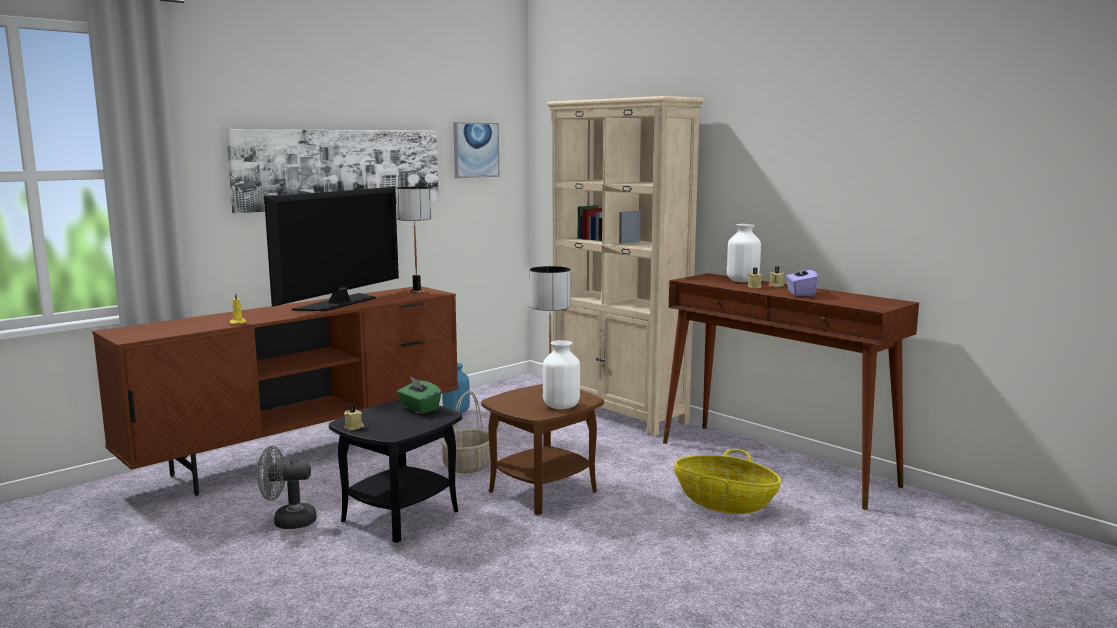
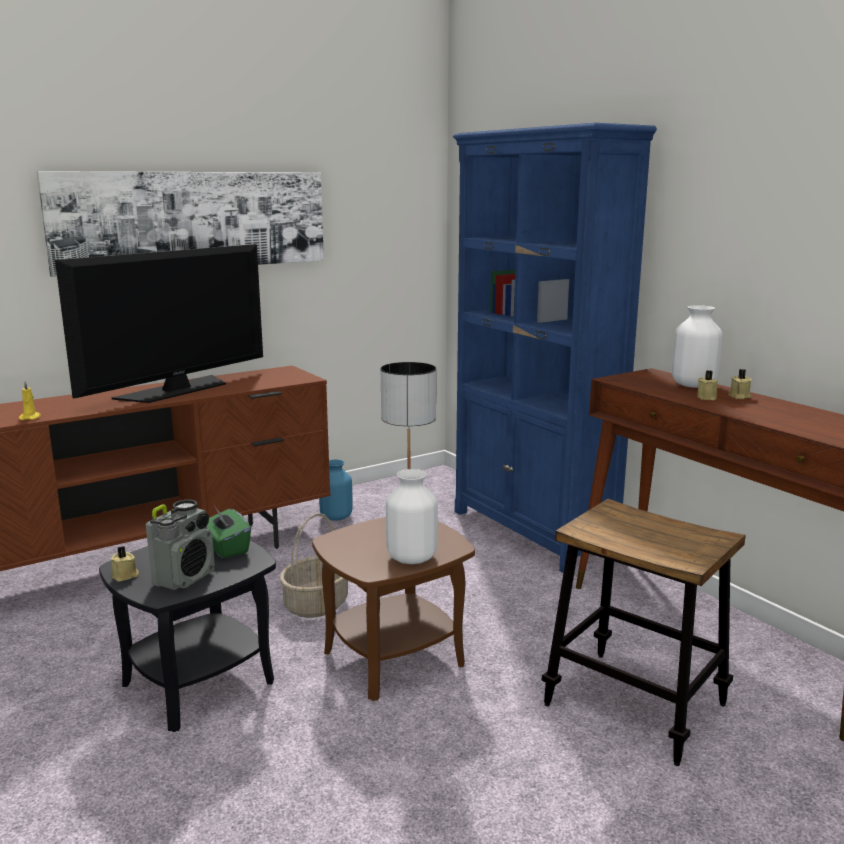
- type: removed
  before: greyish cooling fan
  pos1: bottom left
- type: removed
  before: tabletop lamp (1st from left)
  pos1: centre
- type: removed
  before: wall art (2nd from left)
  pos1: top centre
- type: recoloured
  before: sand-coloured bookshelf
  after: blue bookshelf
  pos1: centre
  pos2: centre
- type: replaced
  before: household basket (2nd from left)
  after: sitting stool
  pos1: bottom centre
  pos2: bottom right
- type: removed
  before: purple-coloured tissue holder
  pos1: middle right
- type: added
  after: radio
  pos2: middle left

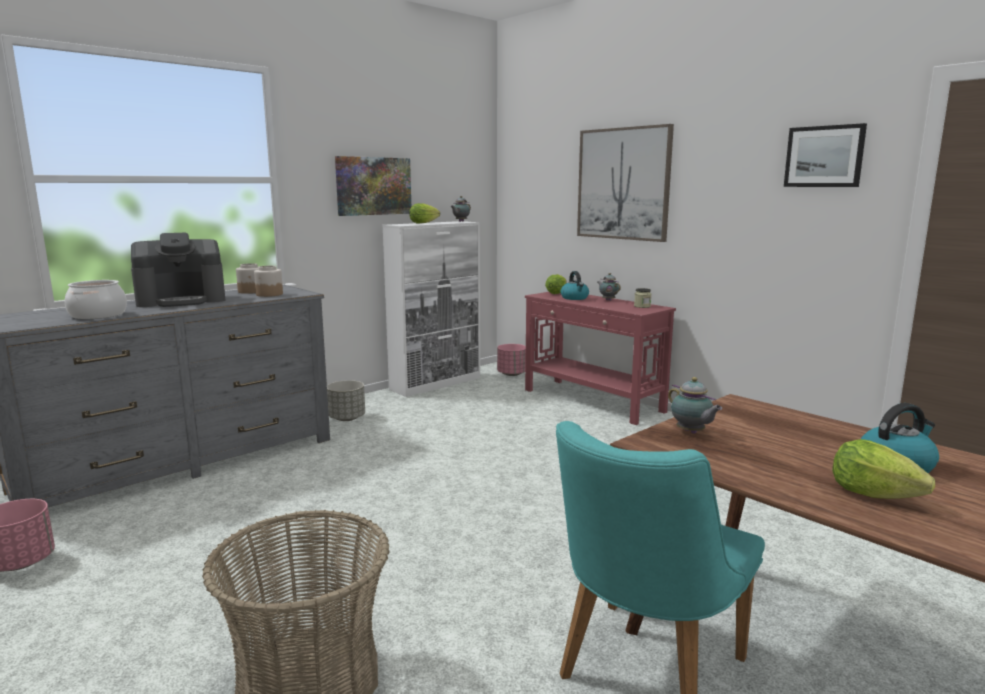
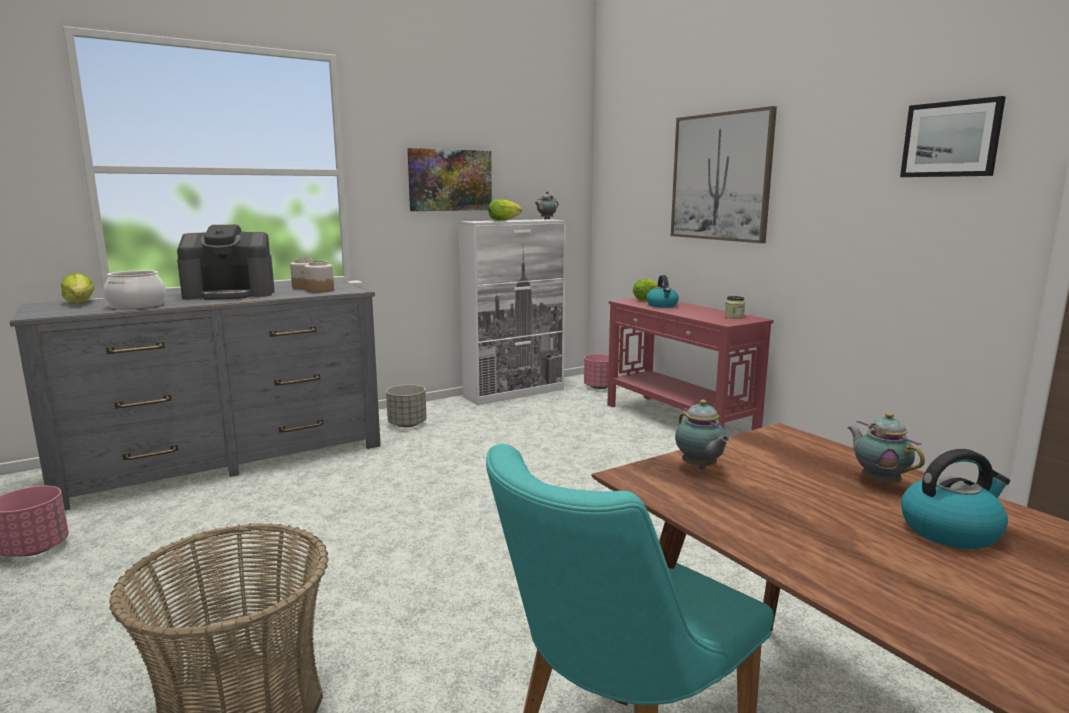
- type: moved
  before: pot for tea (2nd from left in the first image)
  after: pot for tea (3rd from left)
  pos1: centre
  pos2: middle right
- type: moved
  before: lettuce (3rd from left in the first image)
  after: lettuce (1st from left)
  pos1: bottom right
  pos2: middle left

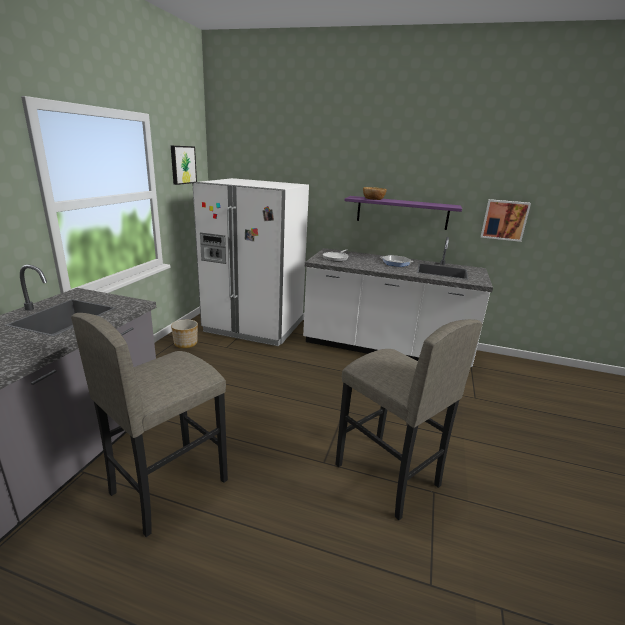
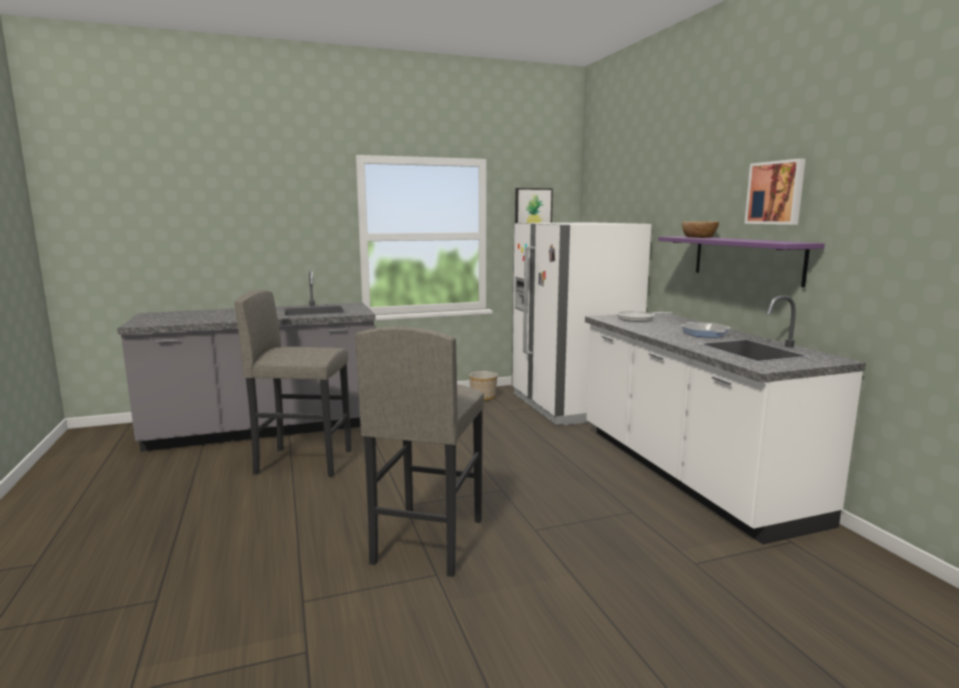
- type: moved
  before: wall art (2nd from left)
  pos1: middle right
  pos2: top right

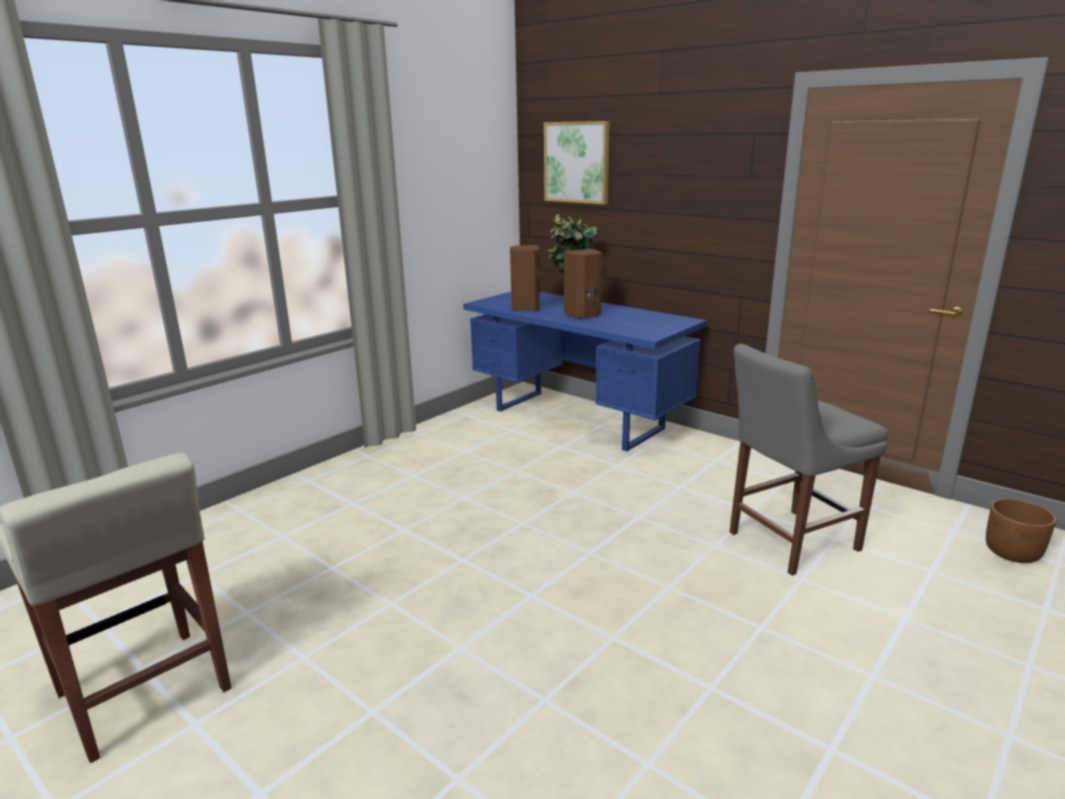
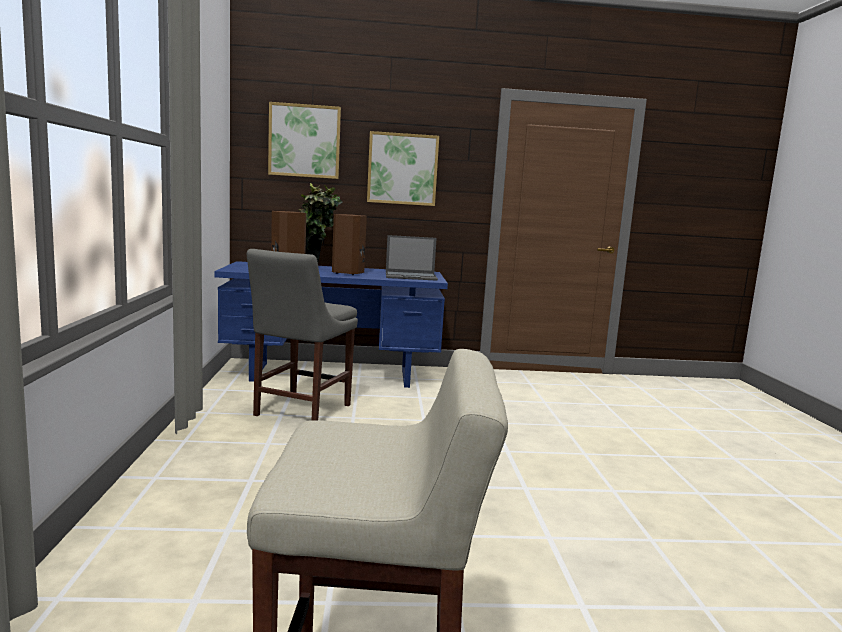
- type: moved
  before: greyish plain chair
  pos1: middle right
  pos2: centre
- type: removed
  before: brown-coloured plant pot
  pos1: middle right
- type: added
  after: wall art (2nd from left)
  pos2: top centre
- type: added
  after: notebook computer
  pos2: centre

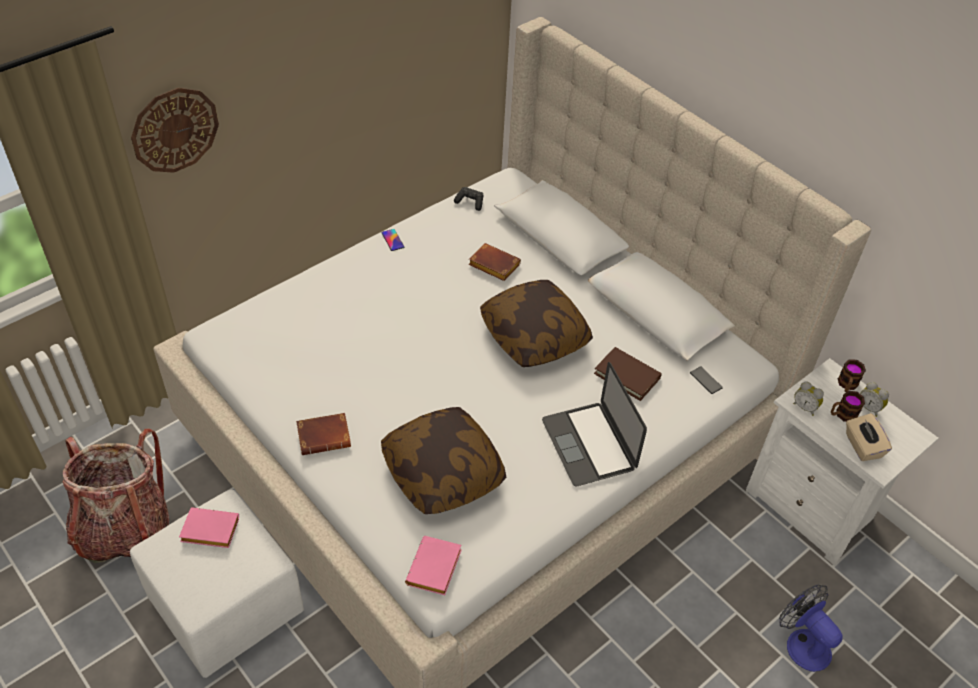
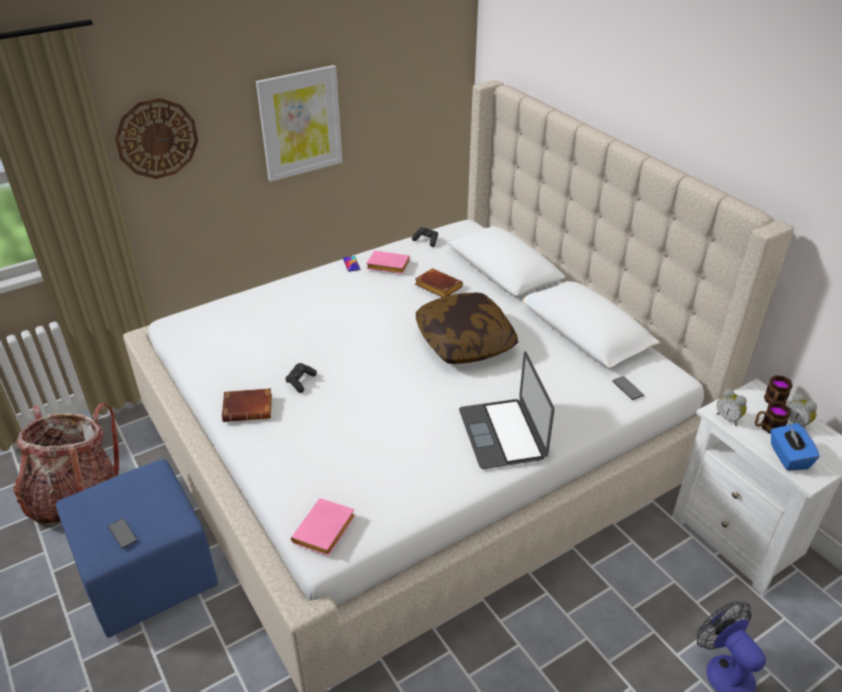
- type: recoloured
  before: whitish ottoman
  after: blue ottoman
  pos1: bottom left
  pos2: bottom left
- type: moved
  before: pink book (1st from left in the first image)
  after: pink book (2nd from left)
  pos1: bottom left
  pos2: centre
- type: removed
  before: cushion (1st from left)
  pos1: bottom centre
- type: removed
  before: brown-coloured book (3rd from left)
  pos1: centre
- type: recoloured
  before: sand-coloured tissue holder
  after: blue tissue holder
  pos1: middle right
  pos2: middle right
- type: added
  after: telephone (1st from left)
  pos2: bottom left
- type: added
  after: wall art
  pos2: top centre
- type: added
  after: black game controller (1st from left)
  pos2: centre

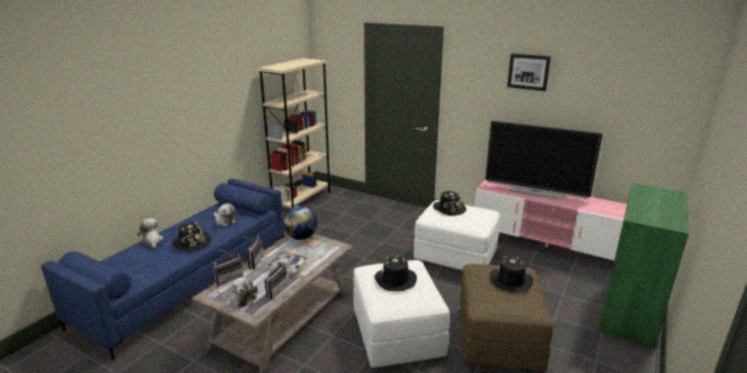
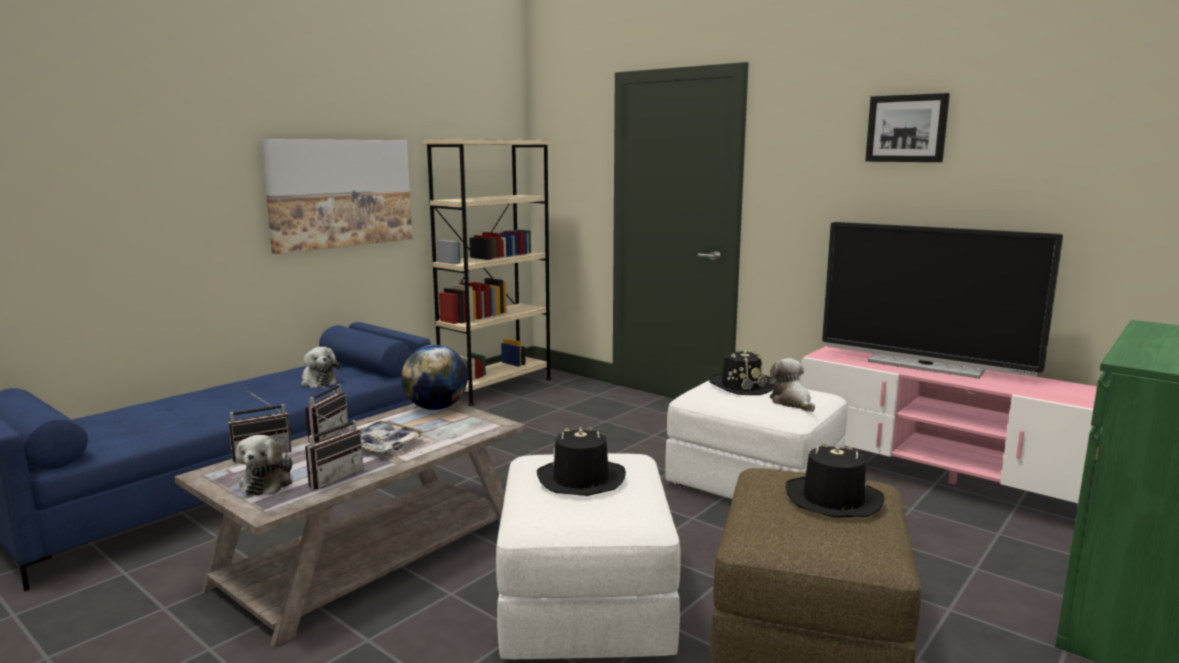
- type: moved
  before: cuddly toy (1st from left in the first image)
  after: cuddly toy (3rd from left)
  pos1: middle left
  pos2: middle right
- type: removed
  before: black wearable hat (1st from left)
  pos1: middle left
- type: added
  after: wall art (1st from left)
  pos2: top left

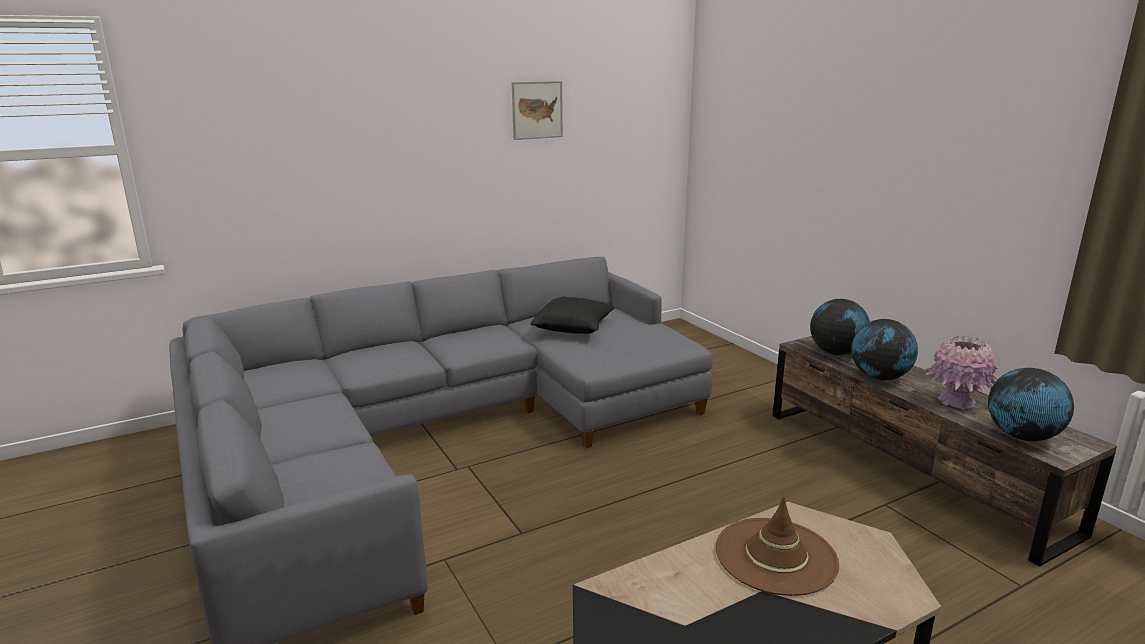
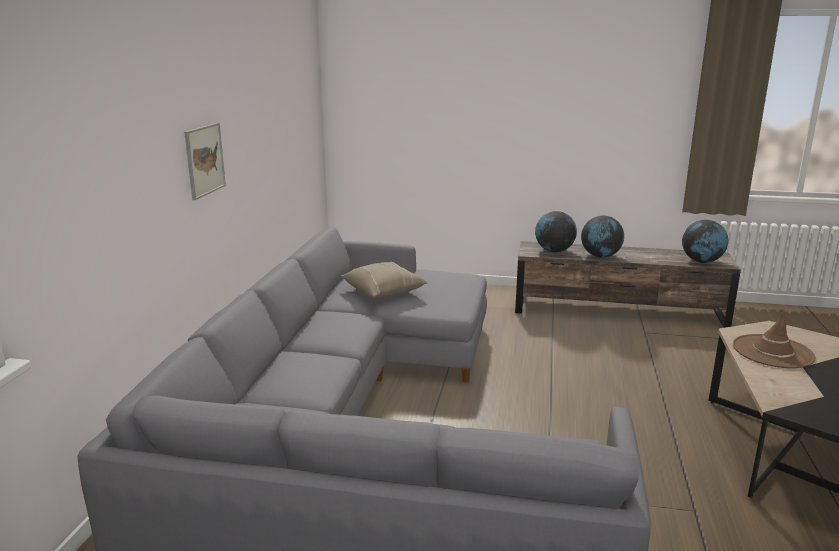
- type: moved
  before: wall art
  pos1: top centre
  pos2: top left
- type: recoloured
  before: black cushion
  after: sand-coloured cushion
  pos1: centre
  pos2: centre
- type: removed
  before: pink vase
  pos1: middle right

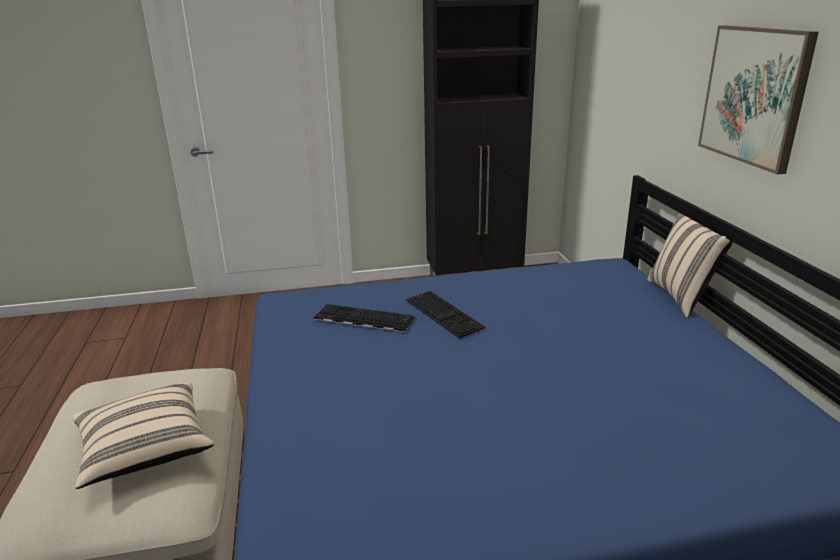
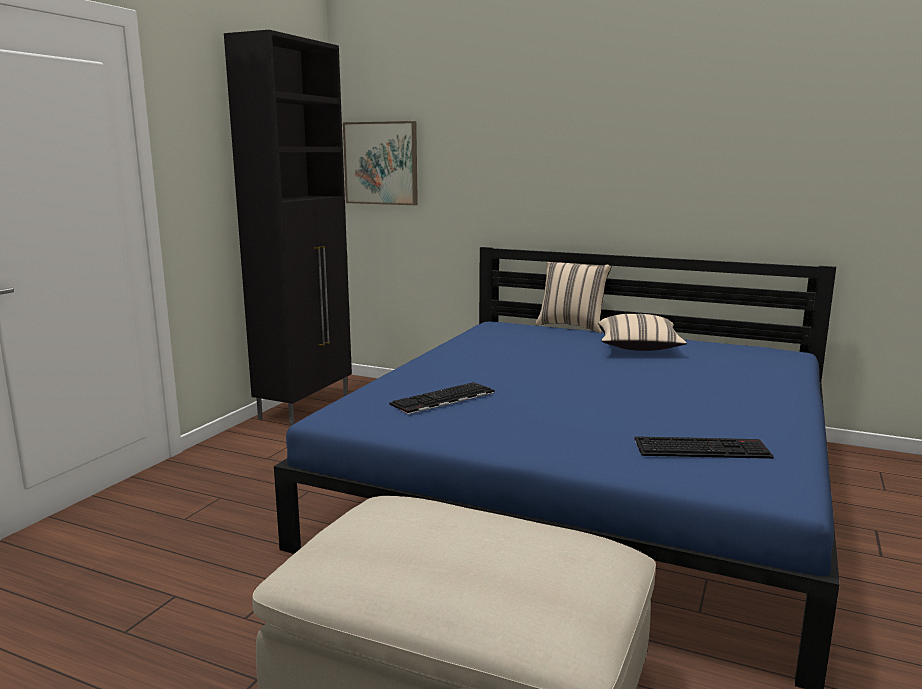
- type: moved
  before: sand-coloured cushion (1st from left in the first image)
  after: sand-coloured cushion (2nd from left)
  pos1: bottom left
  pos2: middle right
- type: moved
  before: computer keyboard (2nd from left)
  pos1: centre
  pos2: middle right
- type: moved
  before: wall art
  pos1: top right
  pos2: top centre

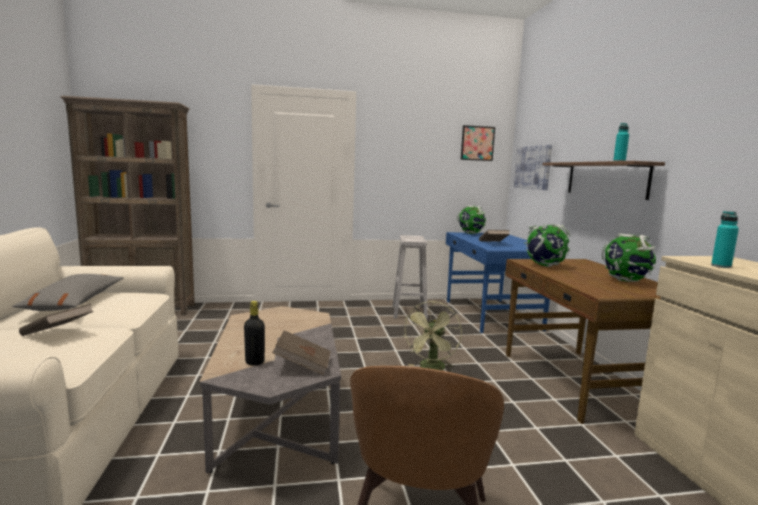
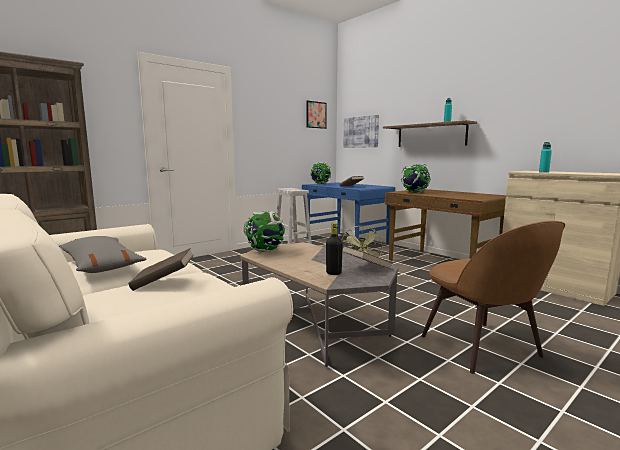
- type: moved
  before: world globe (3rd from left in the first image)
  after: world globe (1st from left)
  pos1: middle right
  pos2: centre

